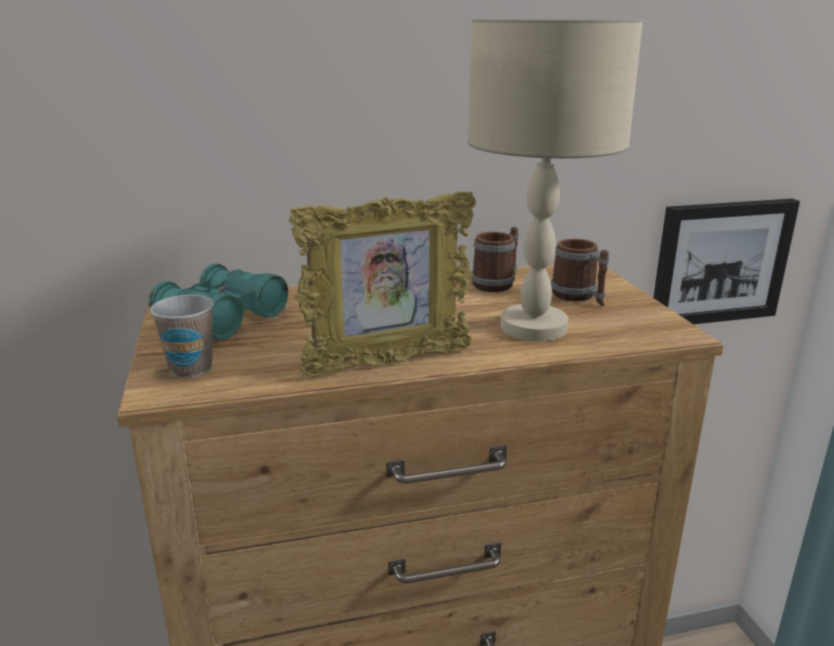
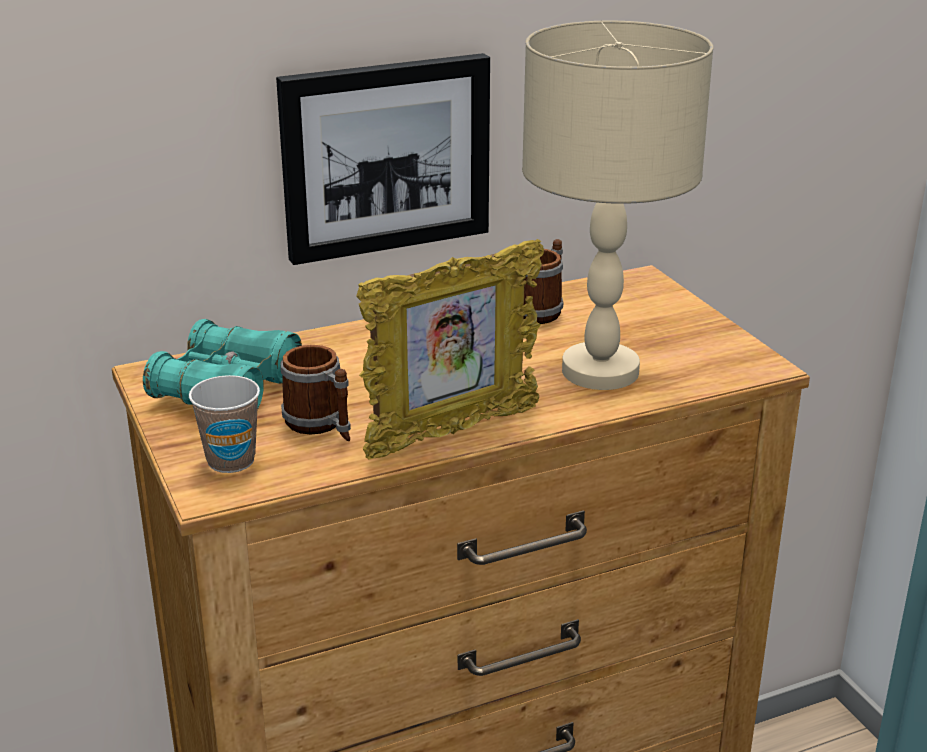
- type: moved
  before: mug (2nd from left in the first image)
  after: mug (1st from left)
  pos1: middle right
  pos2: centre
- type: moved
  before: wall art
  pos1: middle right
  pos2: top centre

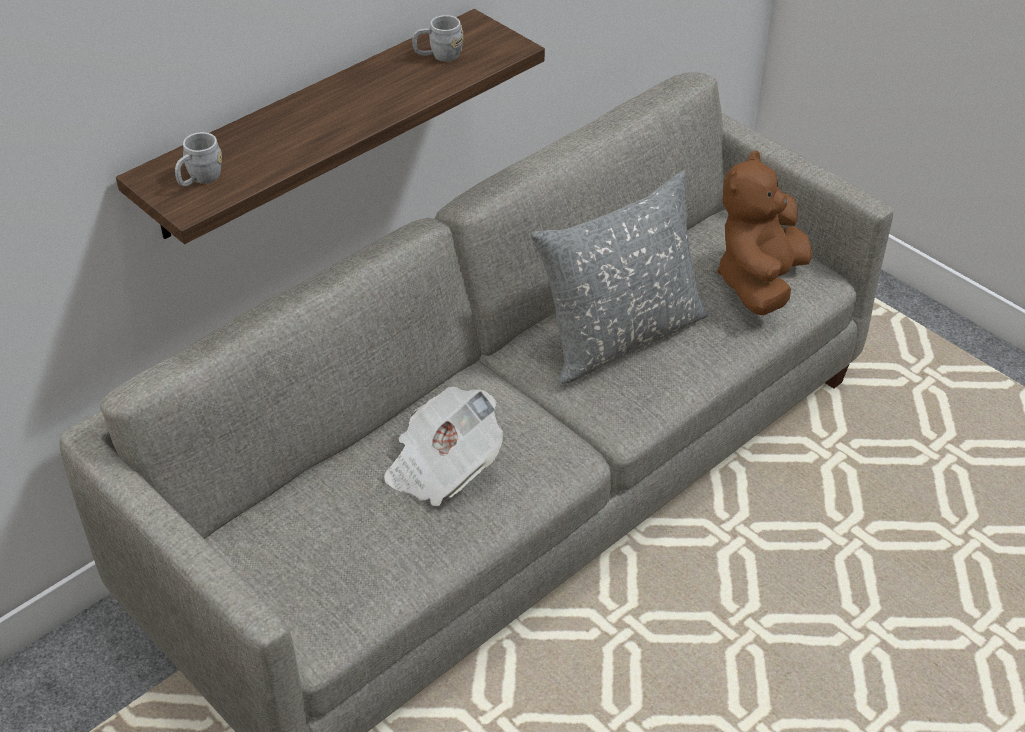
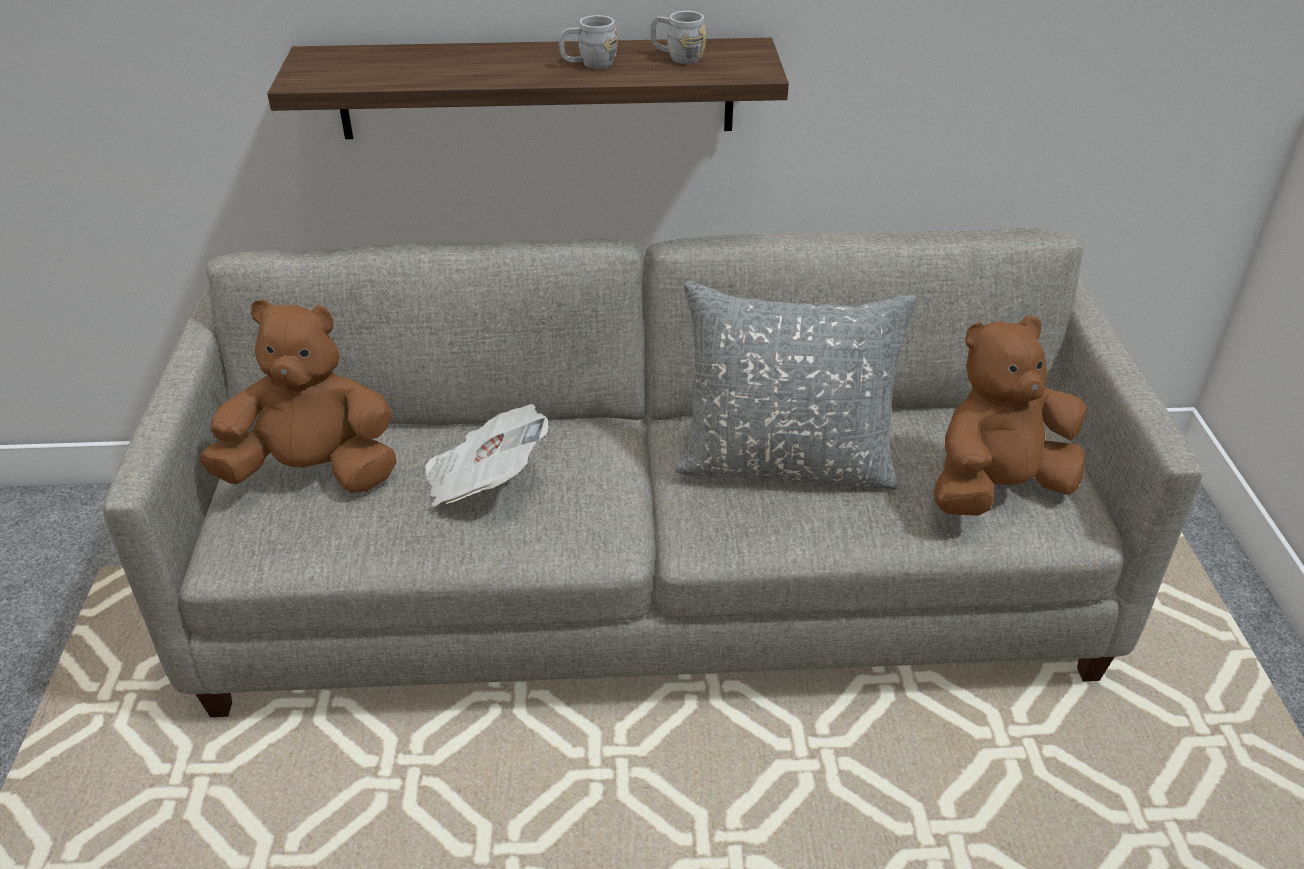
- type: moved
  before: greyish mug (1st from left)
  pos1: top left
  pos2: top centre
- type: added
  after: brown-coloured cuddly toy (1st from left)
  pos2: middle left

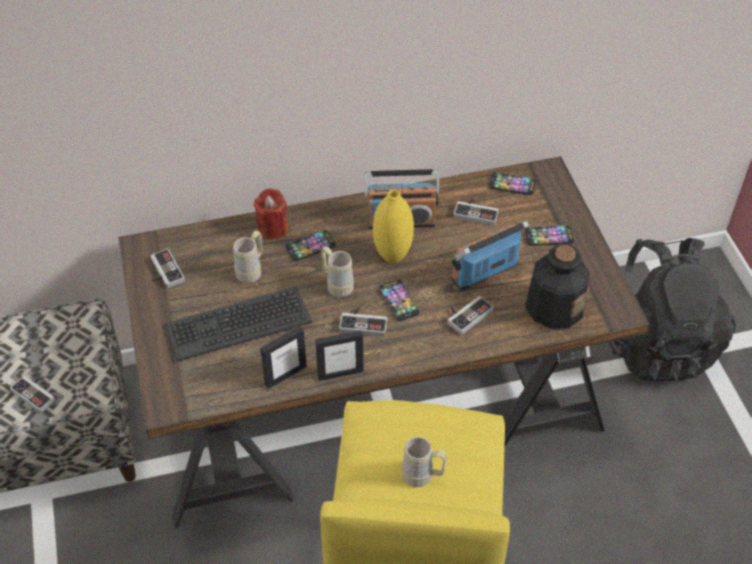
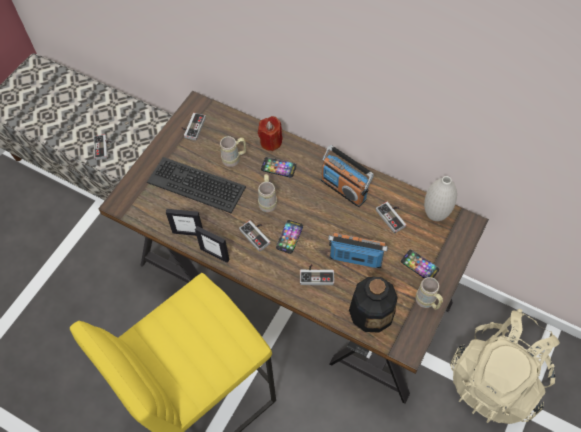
- type: removed
  before: yellowish vase
  pos1: centre
- type: moved
  before: sand-coloured mug (3rd from left)
  pos1: bottom centre
  pos2: bottom right
- type: replaced
  before: telephone (3rd from left)
  after: whitish vase
  pos1: top right
  pos2: middle right
- type: recoloured
  before: black backpack
  after: sand-coloured backpack
  pos1: middle right
  pos2: bottom right

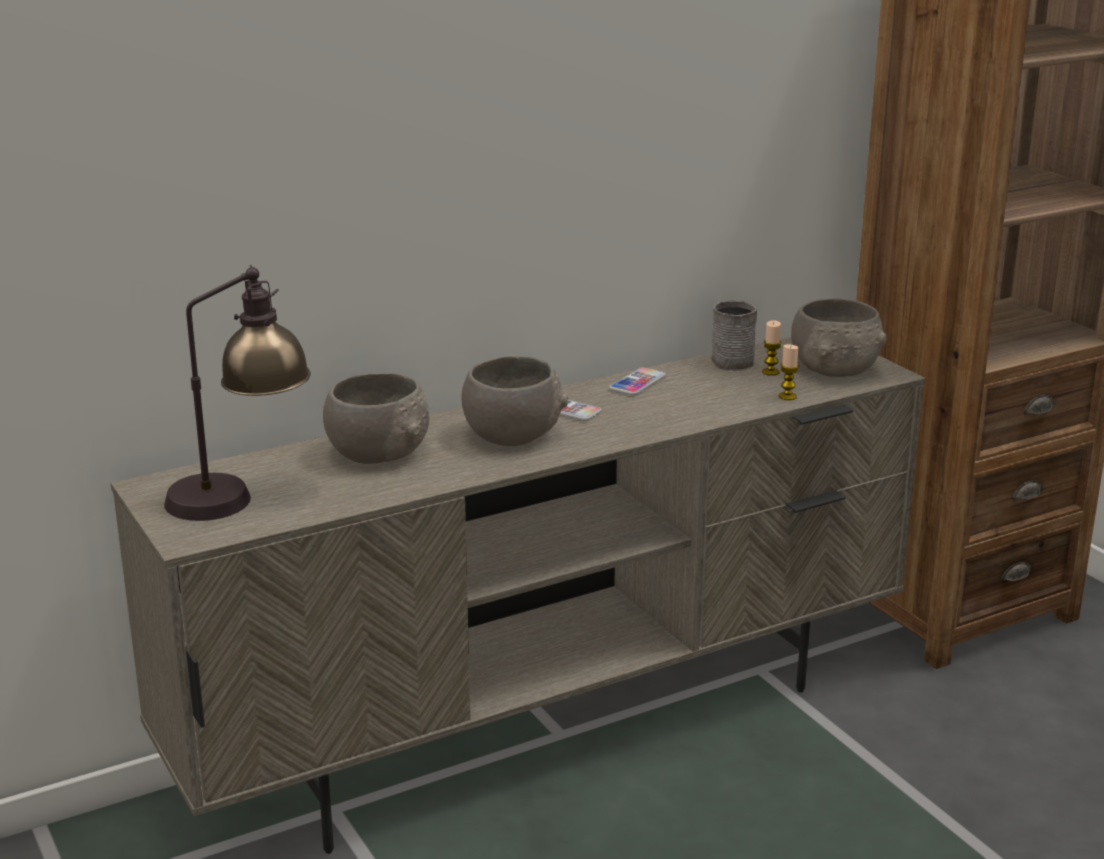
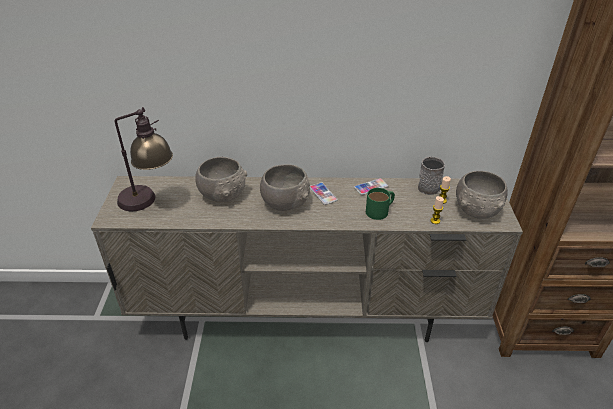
- type: added
  after: green mug
  pos2: centre

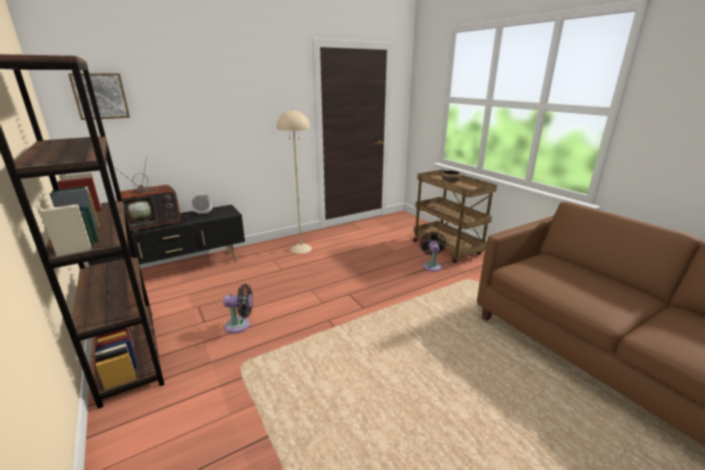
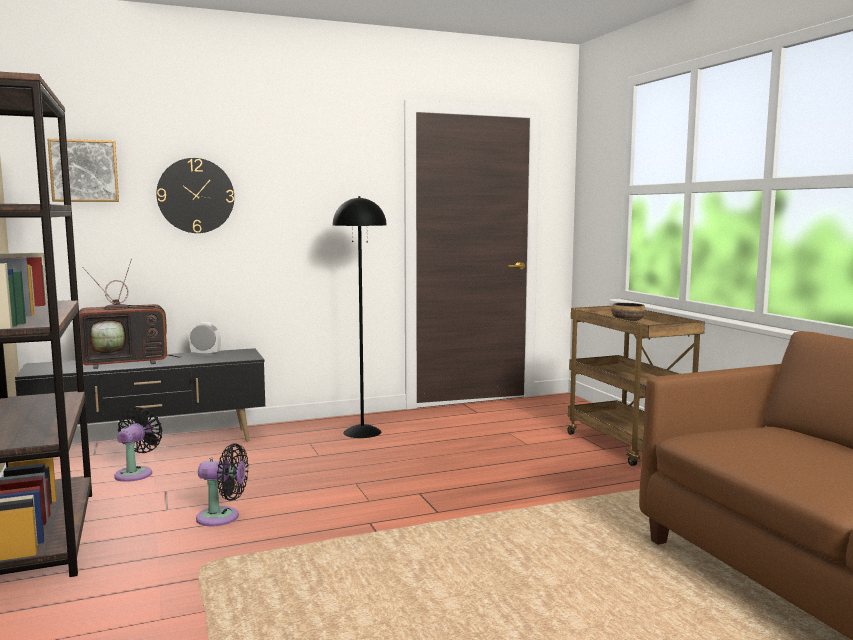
- type: recoloured
  before: sand-coloured floor lamp
  after: black floor lamp
  pos1: centre
  pos2: centre
- type: moved
  before: black cooling fan (2nd from left in the first image)
  after: black cooling fan (1st from left)
  pos1: centre
  pos2: bottom left
- type: added
  after: hanging clock
  pos2: top left

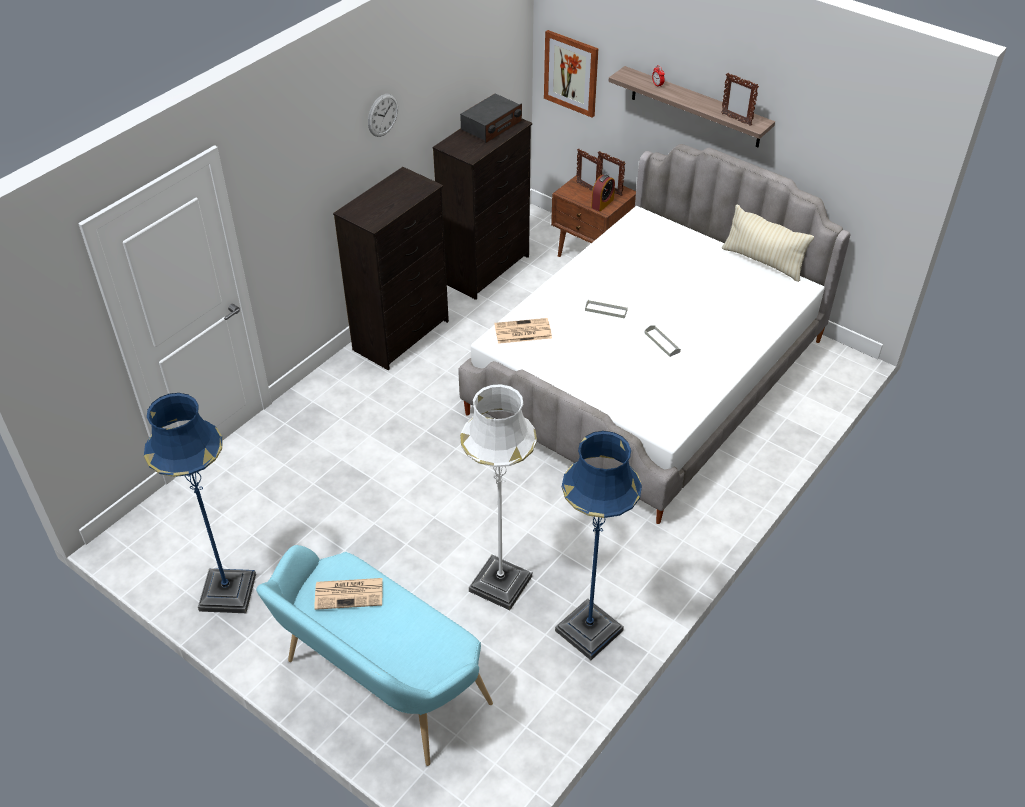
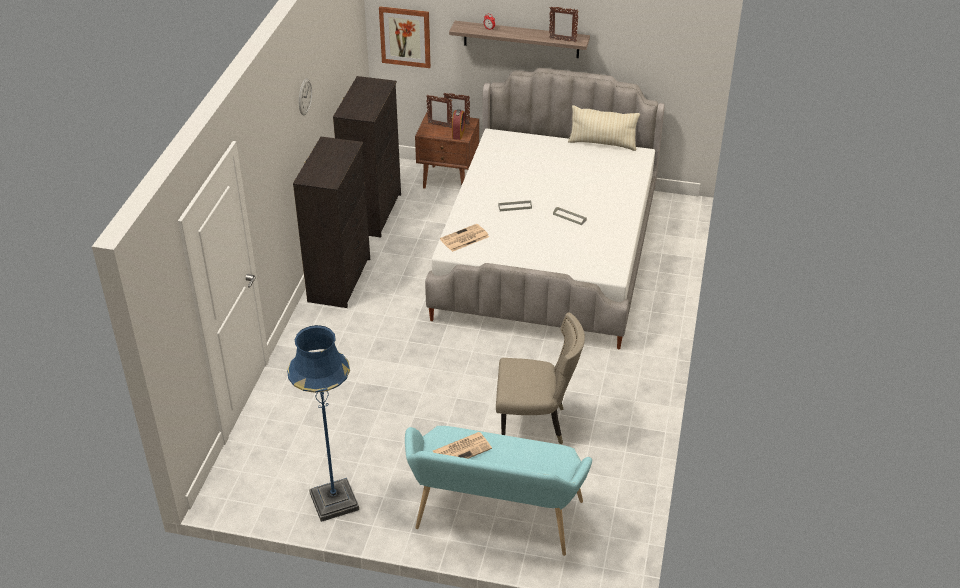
- type: removed
  before: radio
  pos1: top centre
- type: replaced
  before: whitish floor lamp
  after: sand-coloured plain chair
  pos1: centre
  pos2: centre
- type: removed
  before: blue floor lamp (2nd from left)
  pos1: bottom centre

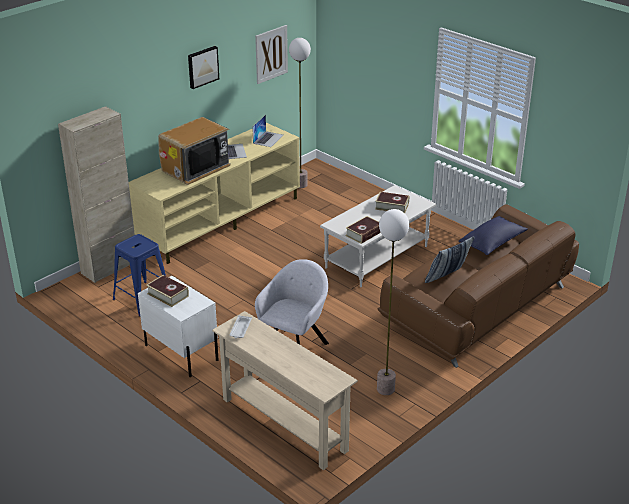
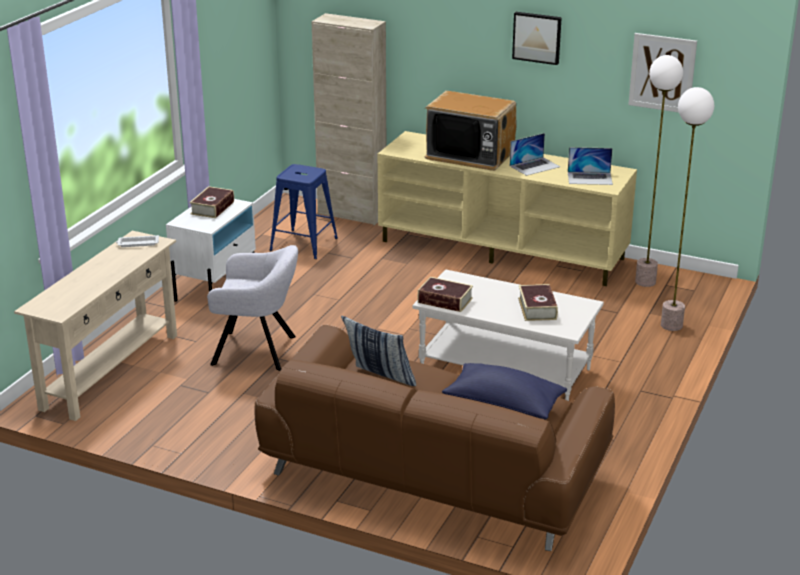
- type: moved
  before: floor lamp (2nd from left)
  pos1: centre
  pos2: middle right

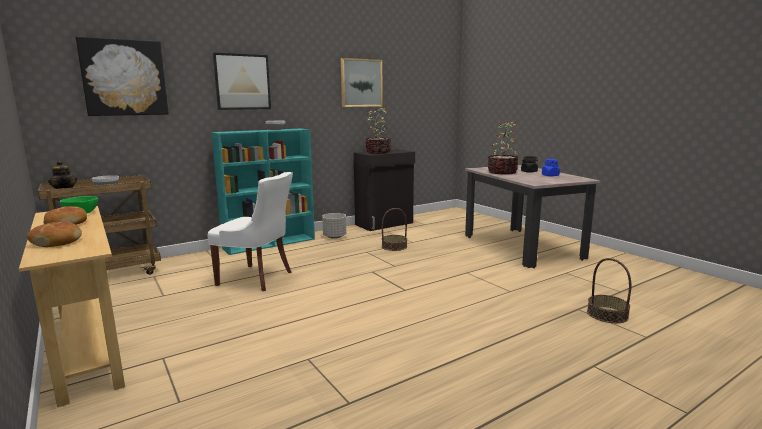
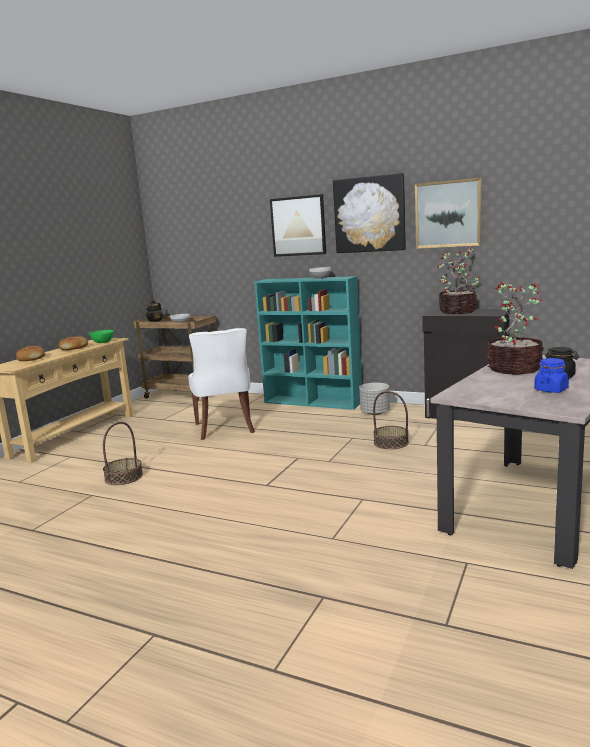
- type: moved
  before: wall art (1st from left in the first image)
  after: wall art (2nd from left)
  pos1: top left
  pos2: top centre
- type: moved
  before: household basket (2nd from left in the first image)
  after: household basket (1st from left)
  pos1: bottom right
  pos2: middle left

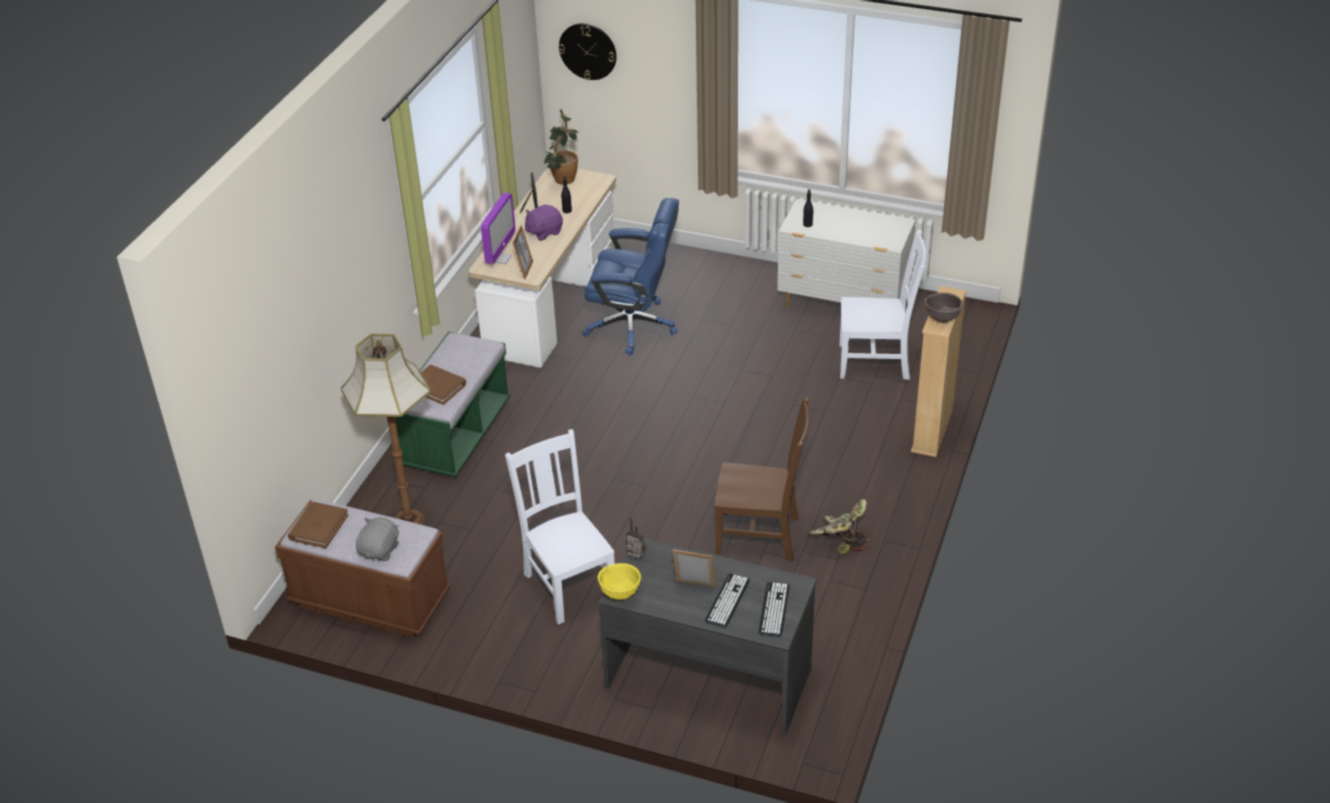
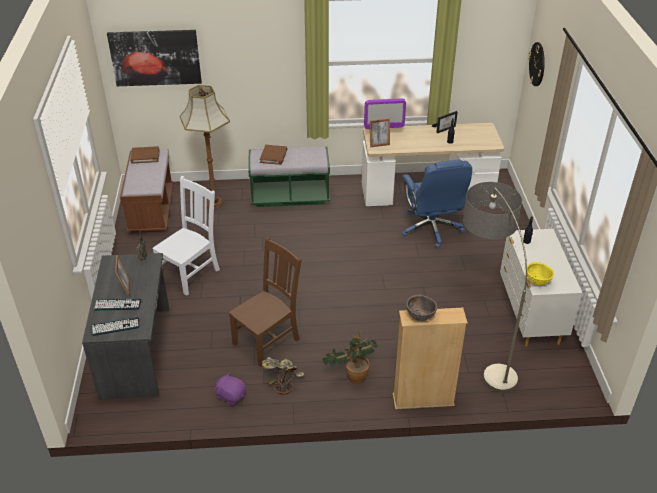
- type: removed
  before: greyish cuddly toy
  pos1: bottom left
- type: moved
  before: purple-coloured cuddly toy
  pos1: top centre
  pos2: bottom centre
- type: moved
  before: houseplant (1st from left in the first image)
  after: houseplant (2nd from left)
  pos1: top centre
  pos2: bottom centre
- type: moved
  before: yellowish deep dish
  pos1: bottom centre
  pos2: middle right
- type: turned
  before: brown-coloured plain chair
  pos1: centre
  pos2: centre
  turn: -120
- type: replaced
  before: whitish plain chair (2nd from left)
  after: floor lamp (2nd from left)
  pos1: centre
  pos2: middle right
- type: added
  after: wall art
  pos2: top left

